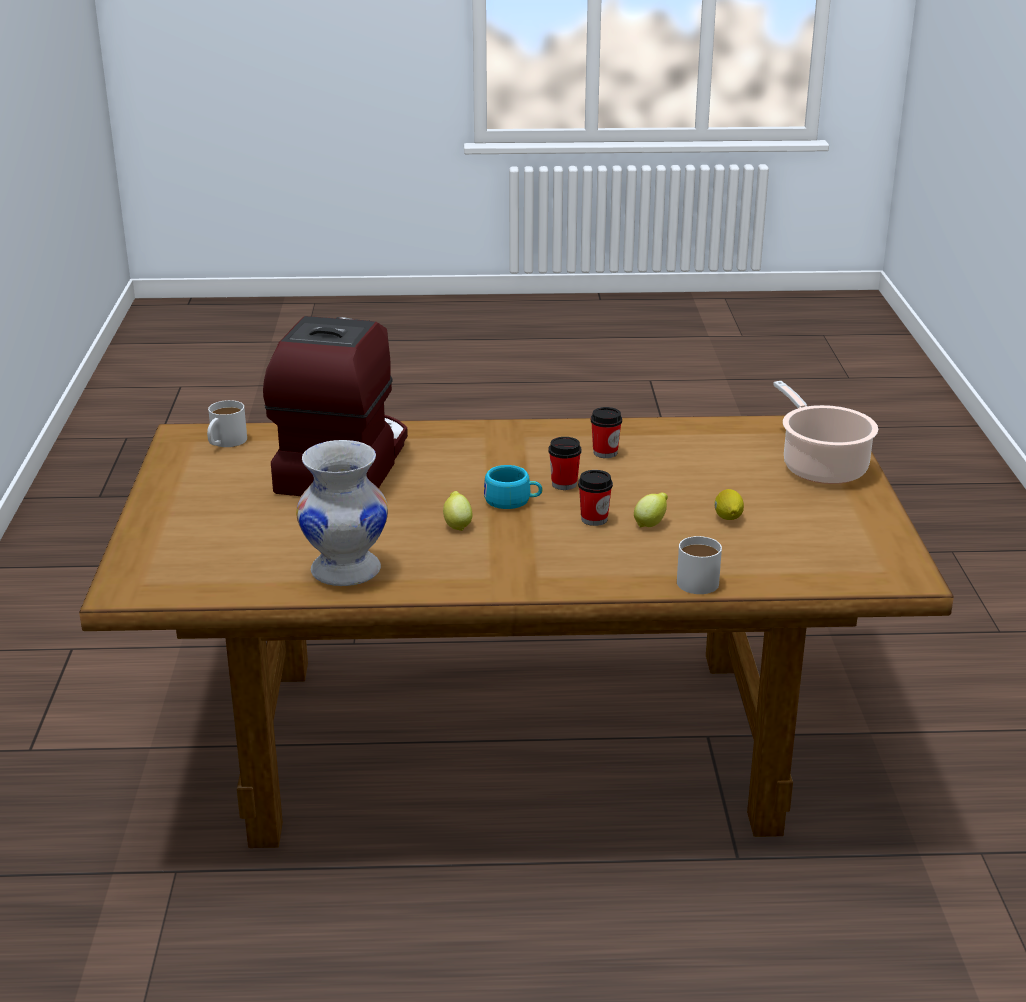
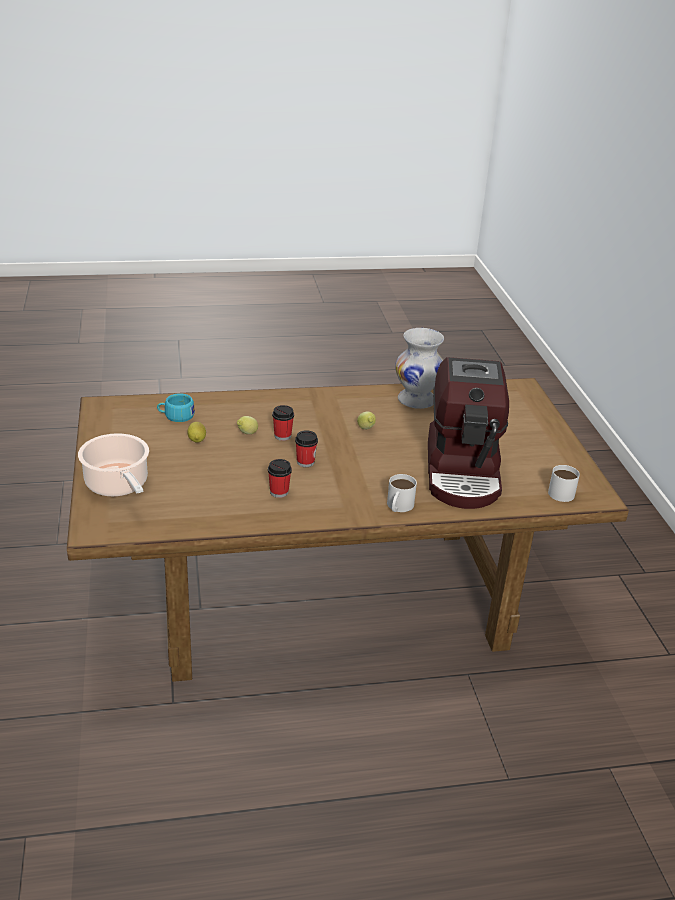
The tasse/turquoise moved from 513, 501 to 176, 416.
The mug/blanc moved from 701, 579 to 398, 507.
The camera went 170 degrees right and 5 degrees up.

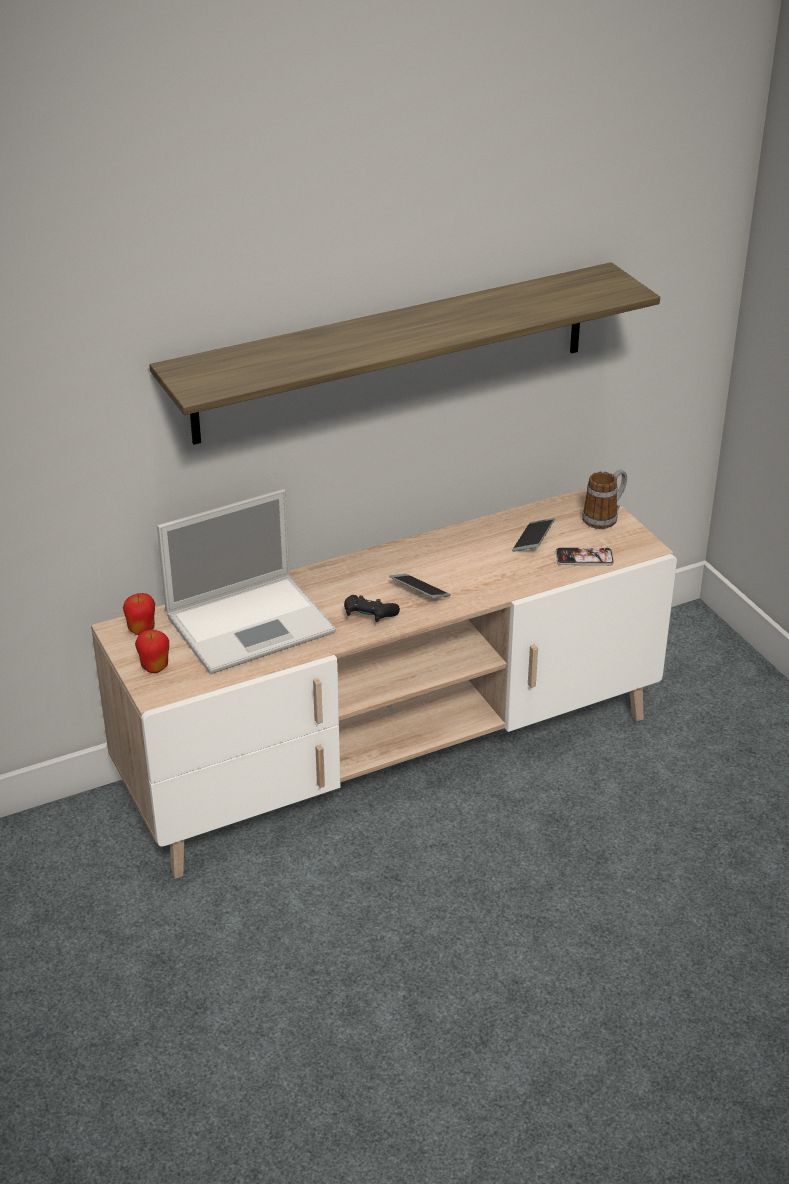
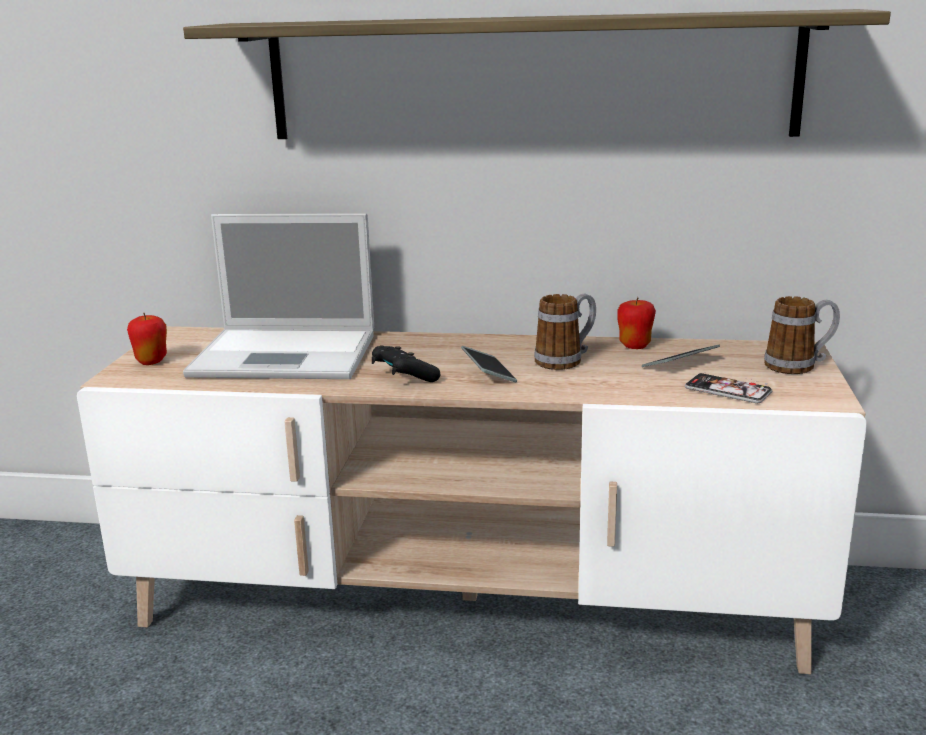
The mug at 566, 360 appeared.
The pomme moved from 141, 630 to 635, 346.
The camera went 35 degrees right and 15 degrees down.

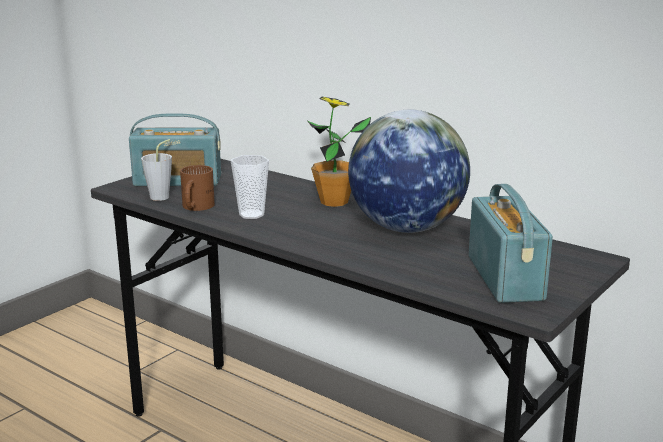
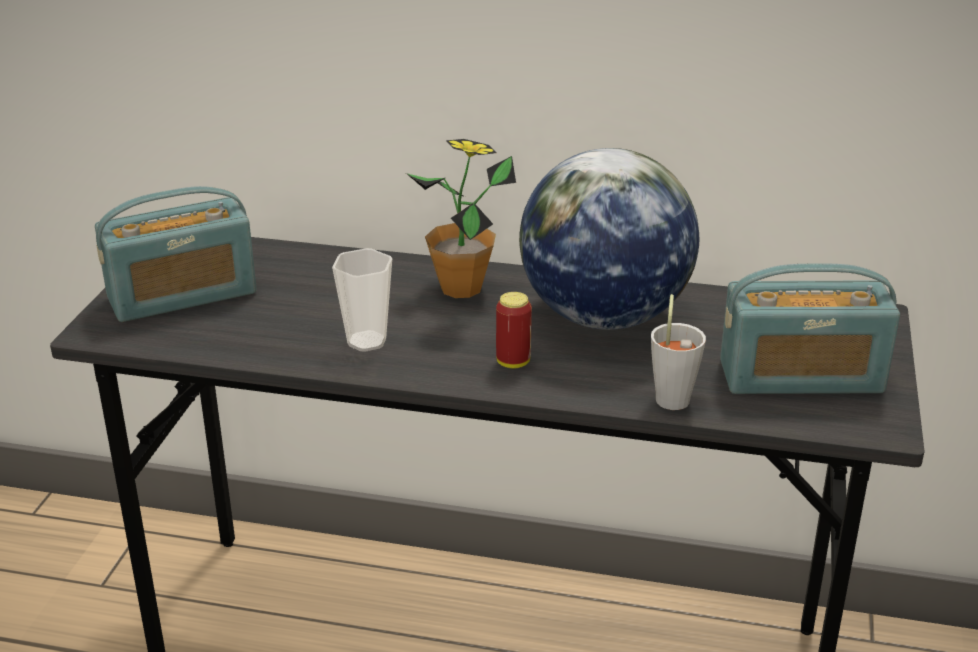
The boîte métallique at 513, 362 appeared.
The tasse/gris moved from 163, 196 to 673, 396.
The radio at 505, 278 turned 120 degrees clockwise.
The mug/marron at 195, 207 disappeared.
The camera went 25 degrees left and 10 degrees up.

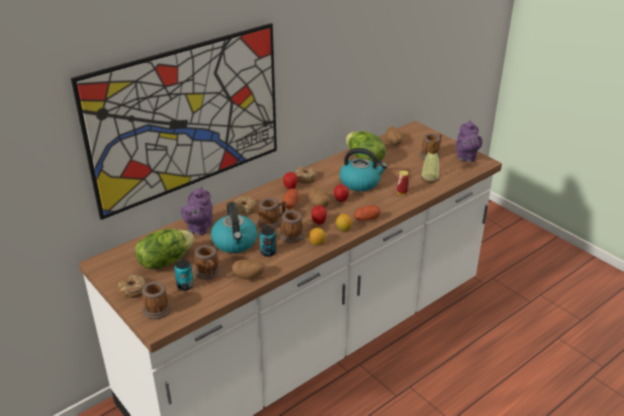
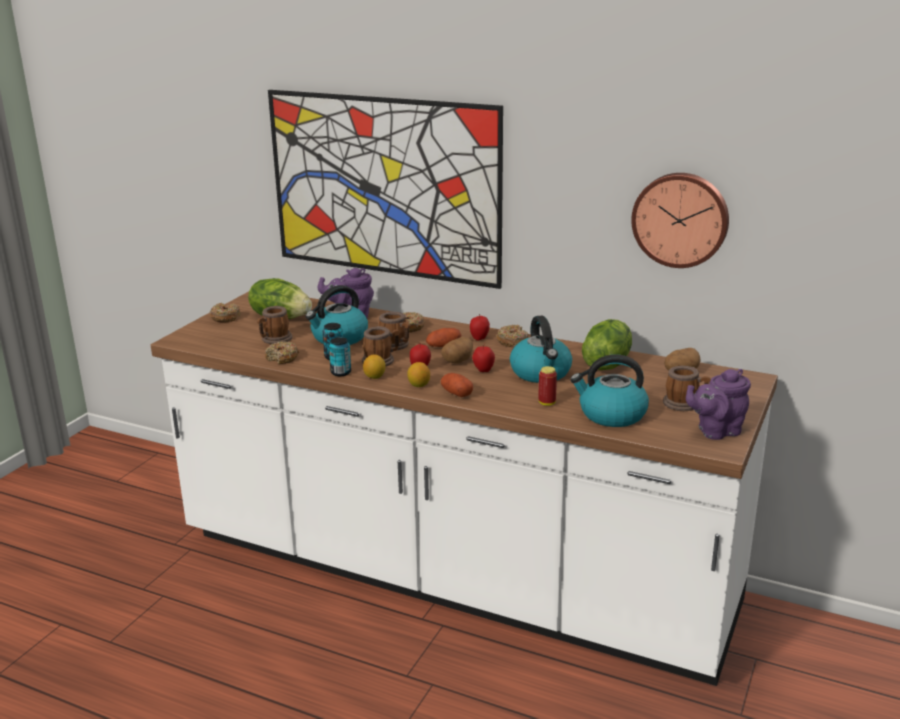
The pomme de terre at 249, 276 was replaced by the beignet at 282, 358.
The boîte métallique moved from 185, 286 to 341, 372.
The distributeur de savon at 429, 178 was replaced by the bouilloire at 611, 415.
The horloge murale at 680, 219 appeared.
The mug at 157, 307 disappeared.
The camera went 65 degrees right and 10 degrees down.

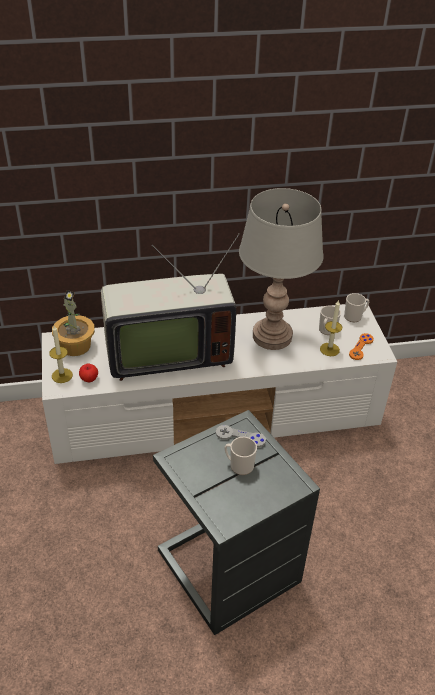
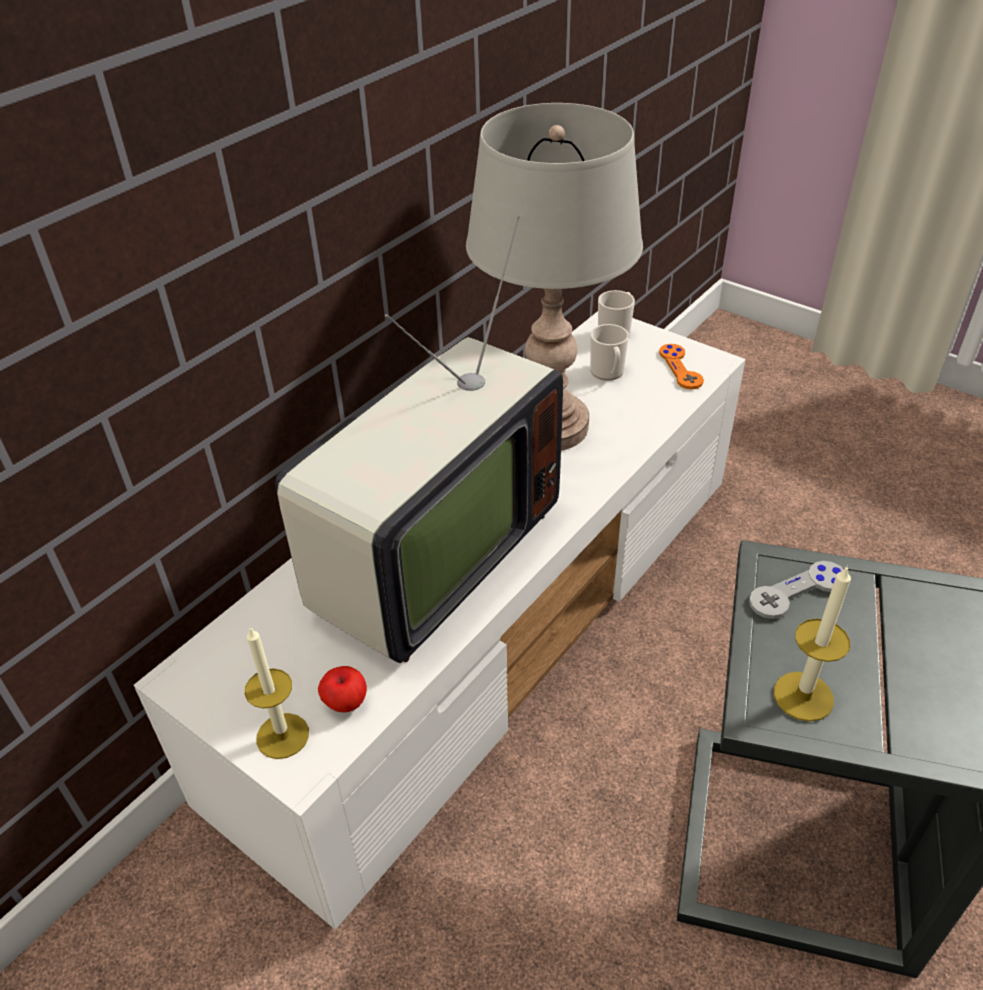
The bougie moved from 329, 349 to 803, 696.
The plante en pot at 76, 345 disappeared.
The mug at 239, 465 disappeared.
The camera went 40 degrees left and 0 degrees up.

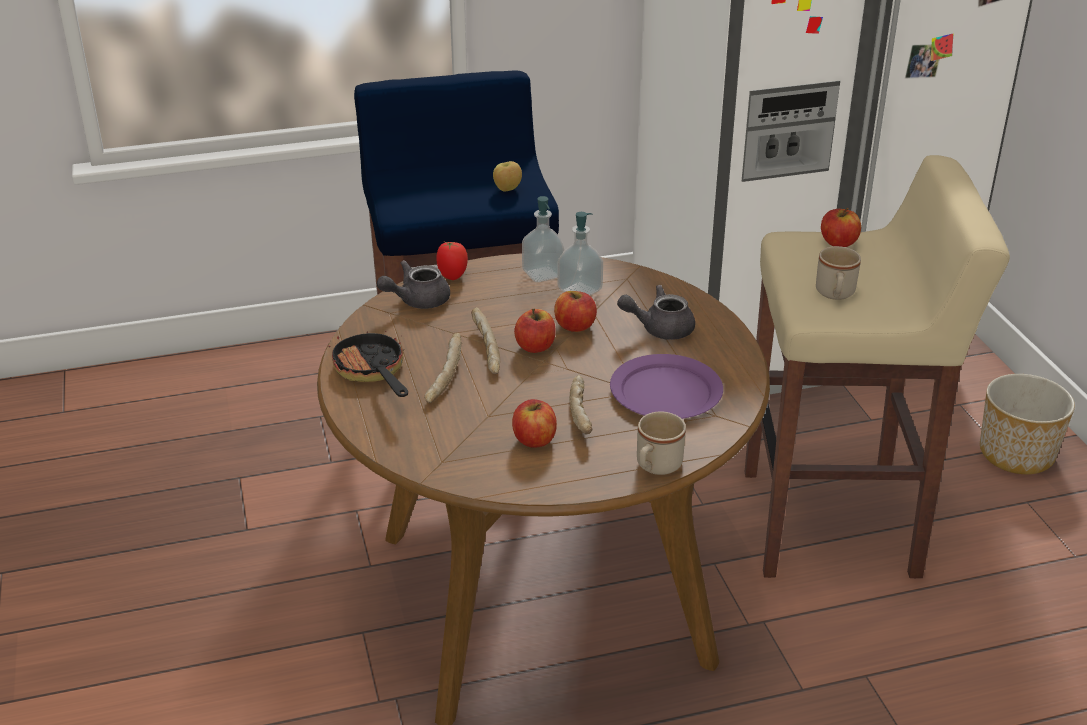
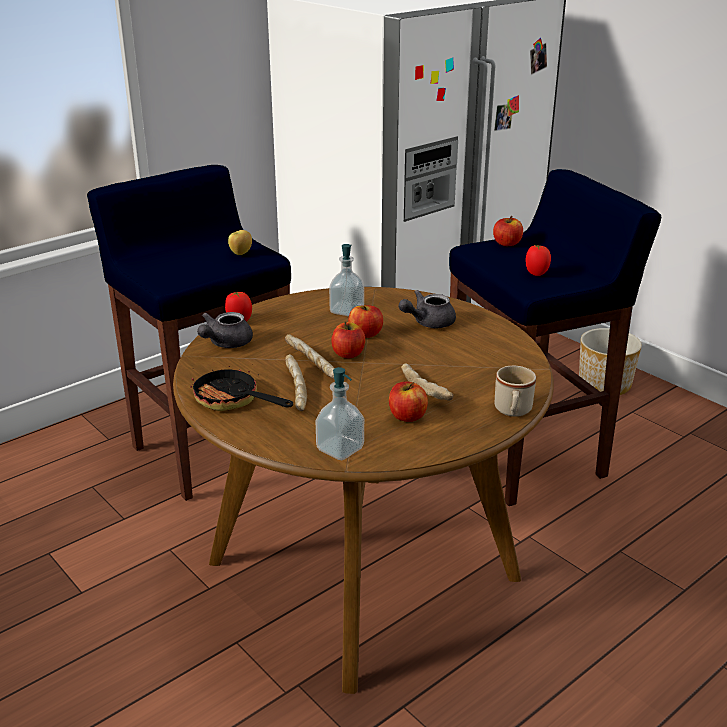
The distributeur de savon moved from 542, 274 to 340, 449.
The tabouret/beige at 833, 524 became the tabouret/bleu at 526, 458.
The mug/beige at 835, 294 was replaced by the tomate at 536, 273.
The assiette/violet at 665, 391 disappeared.
The camera went 25 degrees left and 5 degrees down.

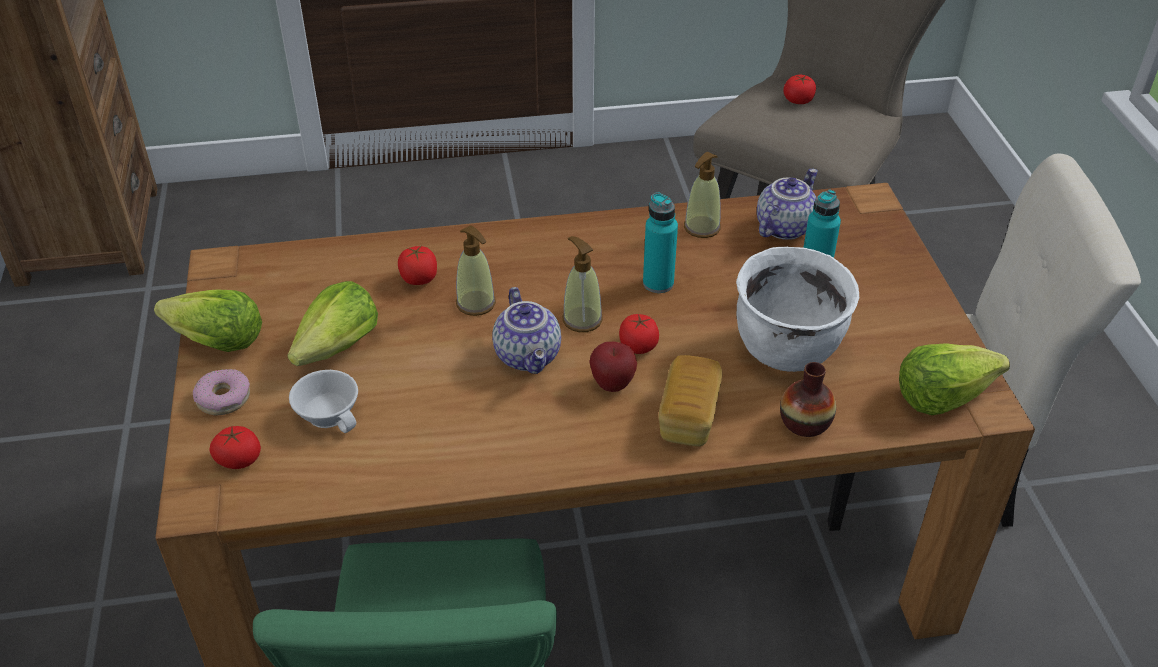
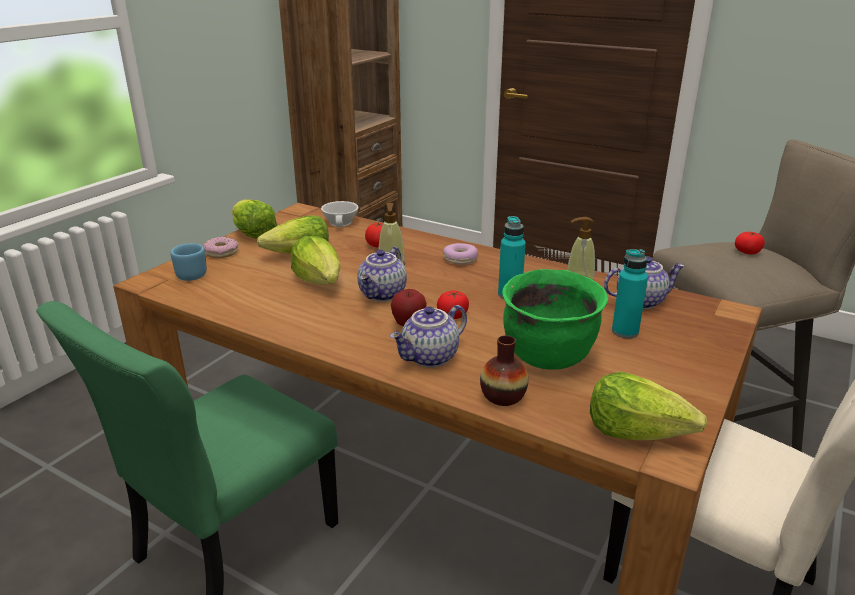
The tomate at 239, 459 was replaced by the mug/bleu at 189, 274.
The laitue at 320, 281 appeared.
The tasse/blanc moved from 331, 413 to 342, 223.
The pain at 688, 416 was replaced by the théière at 430, 358.
The beignet at 460, 259 appeared.
The marmite/blanc at 788, 350 became the marmite/vert at 548, 357.
The distributeur de savon at 582, 319 disappeared.
The camera went 40 degrees right and 15 degrees down.

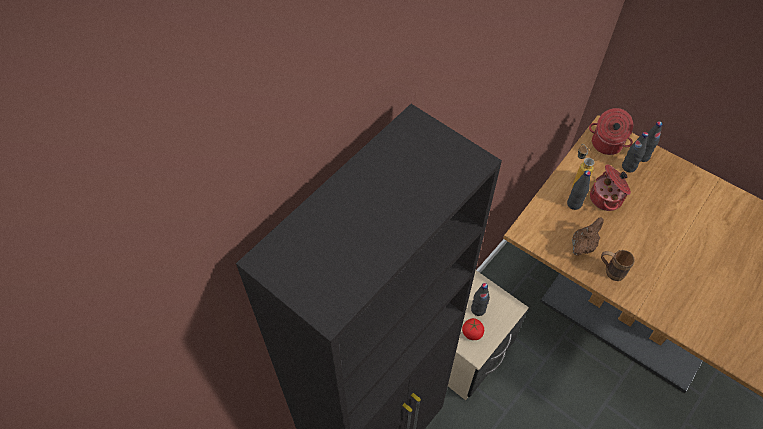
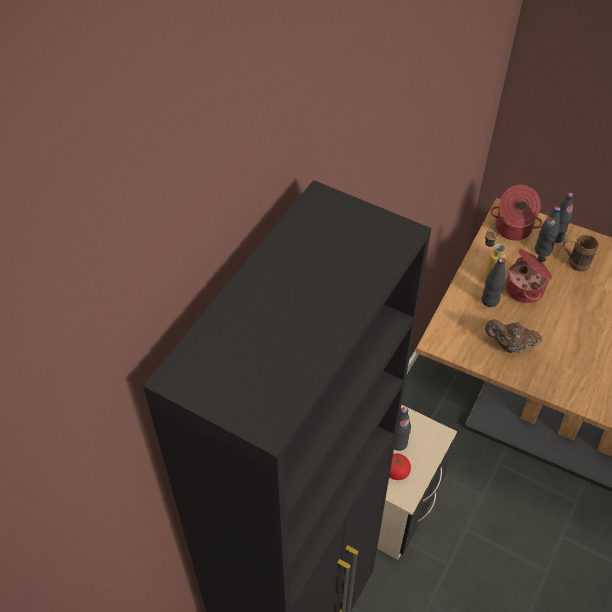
The théière/marron at 583, 245 turned 105 degrees counterclockwise.
The mug/marron moved from 610, 271 to 573, 263.
The camera went 10 degrees left and 5 degrees down.

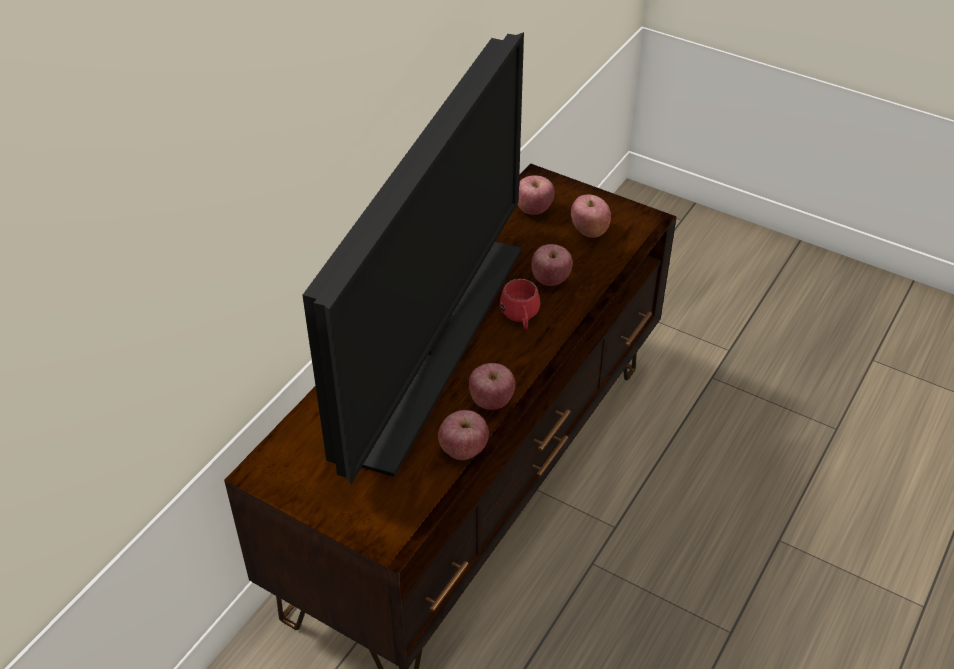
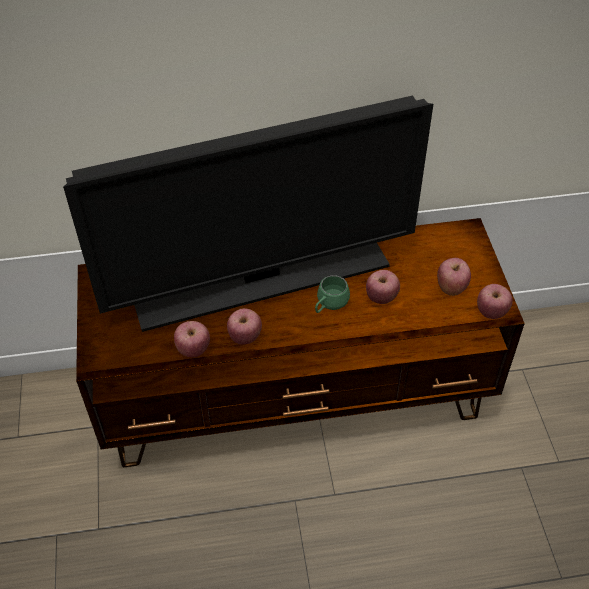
The mug/rouge at 521, 319 became the mug/vert at 329, 306.
The pomme moved from 534, 209 to 491, 312.
The camera went 50 degrees right and 5 degrees up.

